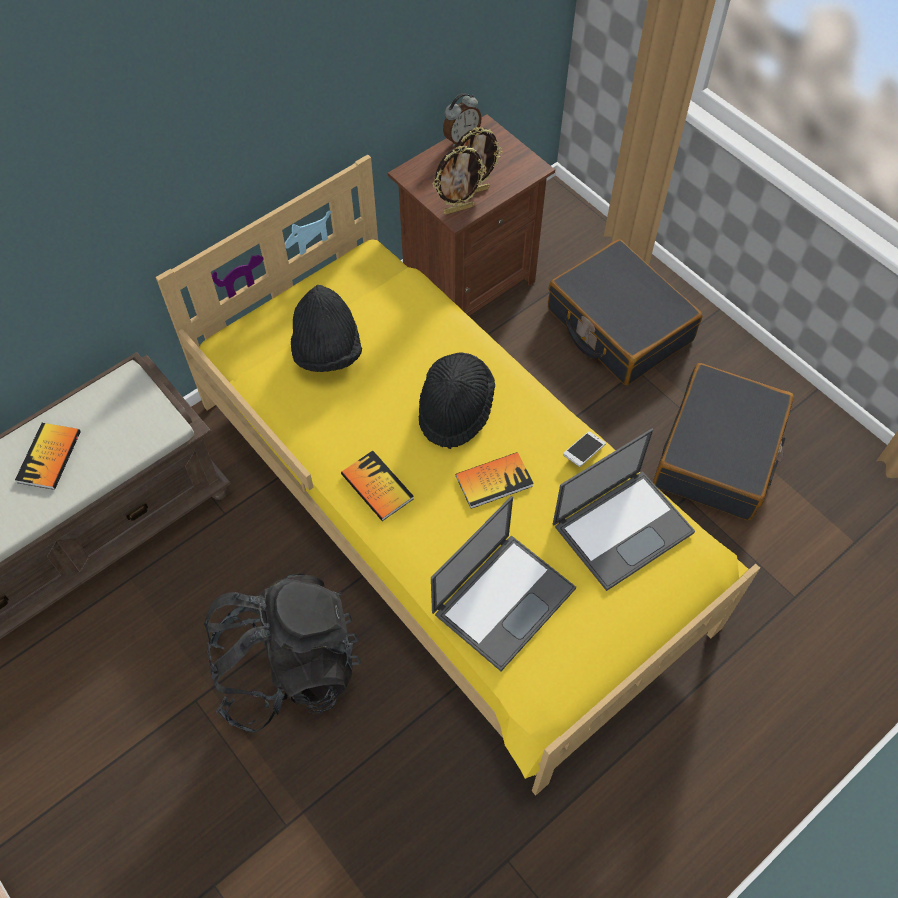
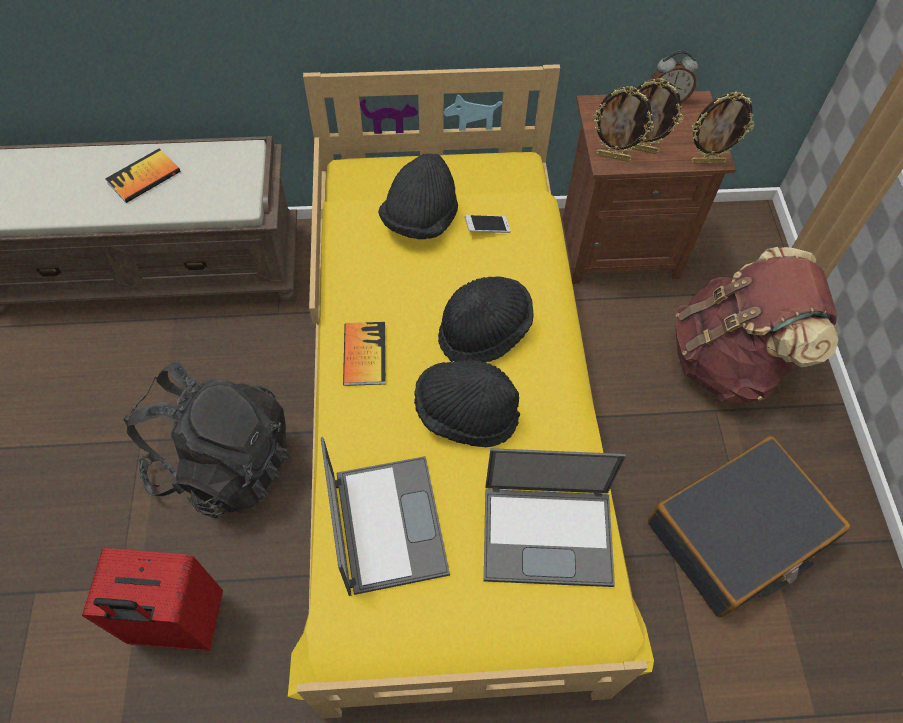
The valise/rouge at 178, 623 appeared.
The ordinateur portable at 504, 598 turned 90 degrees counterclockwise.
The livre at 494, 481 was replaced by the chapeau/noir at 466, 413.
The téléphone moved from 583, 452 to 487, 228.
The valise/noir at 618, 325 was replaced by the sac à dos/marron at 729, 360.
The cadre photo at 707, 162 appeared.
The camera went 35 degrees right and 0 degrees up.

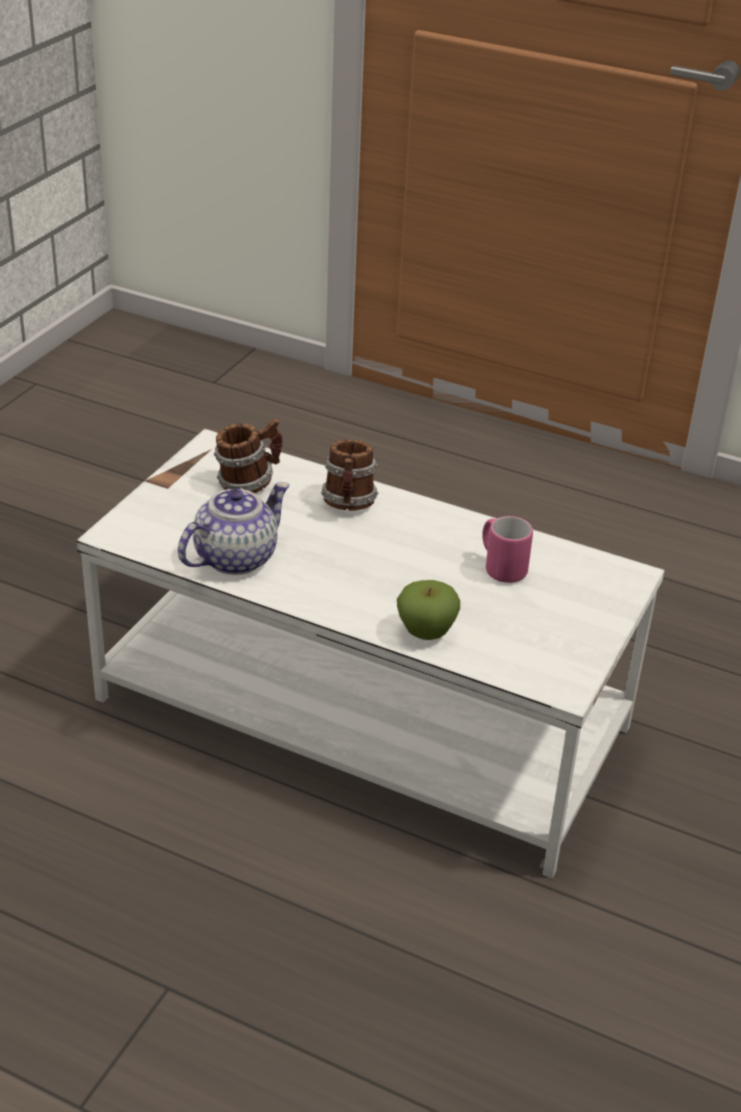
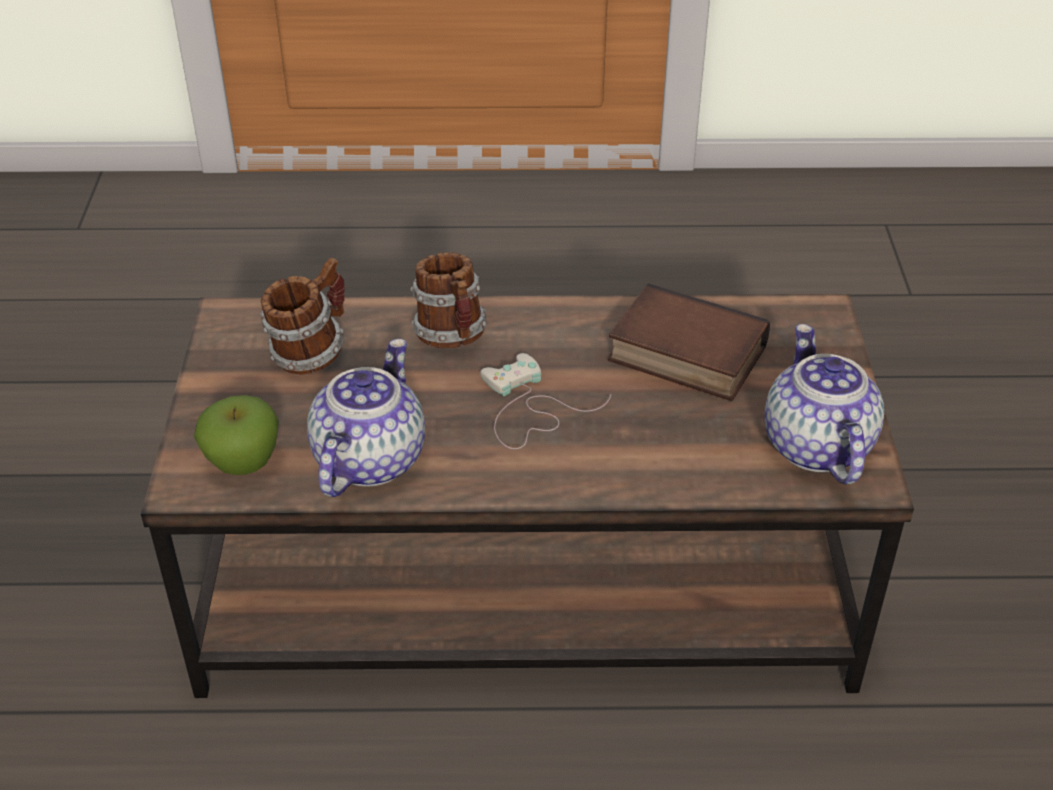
The table basse/blanc at 359, 714 became the table basse/marron at 523, 582.
The pomme moved from 426, 632 to 243, 464.
The manette/blanc at 529, 408 appeared.
The mug/rose at 500, 568 was replaced by the livre at 683, 355.
The théière at 815, 445 appeared.
The camera went 25 degrees left and 5 degrees up.

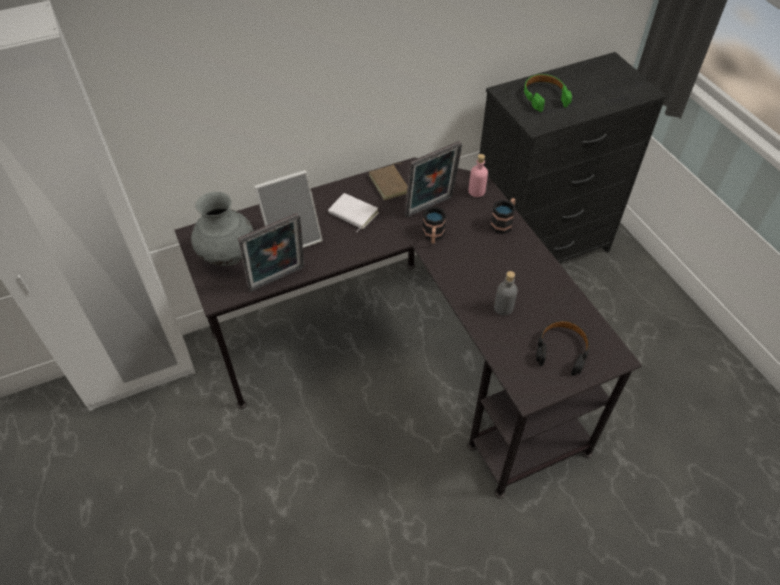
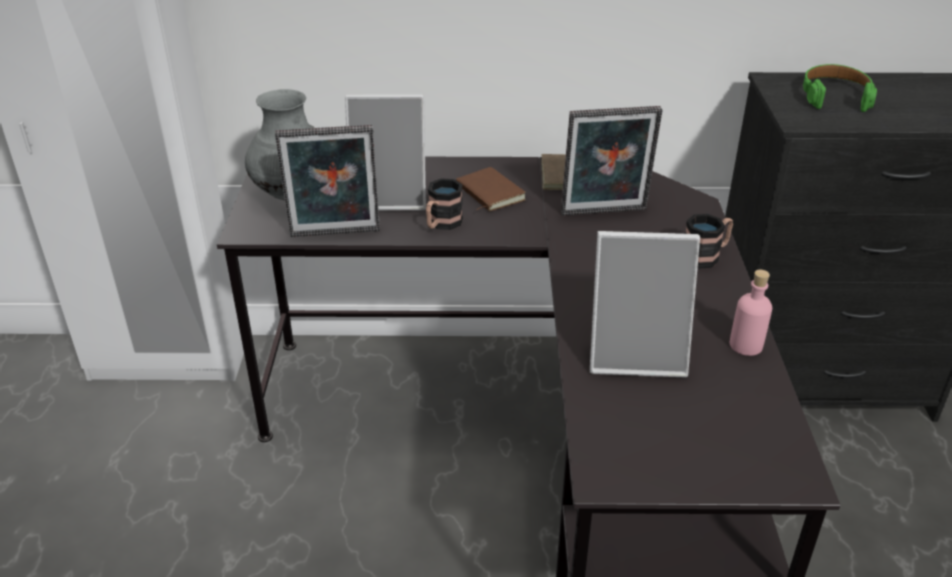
The mug moved from 433, 236 to 441, 224.
The livre/blanc at 352, 214 became the livre/marron at 488, 193.
The bouteille/gris at 503, 308 was replaced by the cadre photo at 636, 354.
The bouteille/rose moved from 476, 191 to 746, 345.
The casque audio/noir at 562, 350 disappeared.
The camera went 25 degrees right and 15 degrees down.

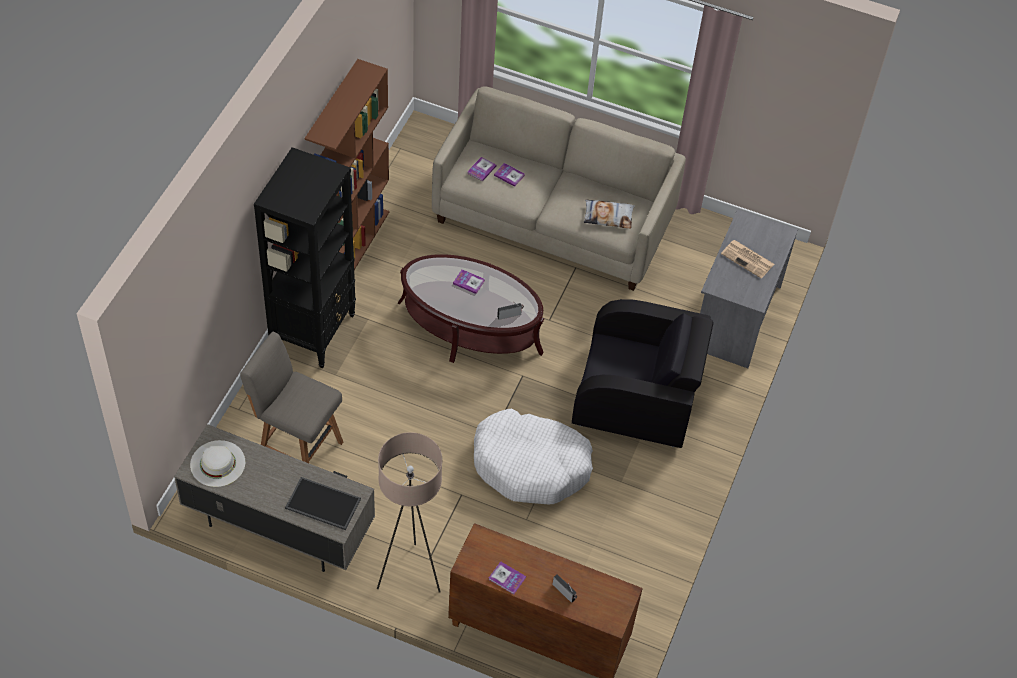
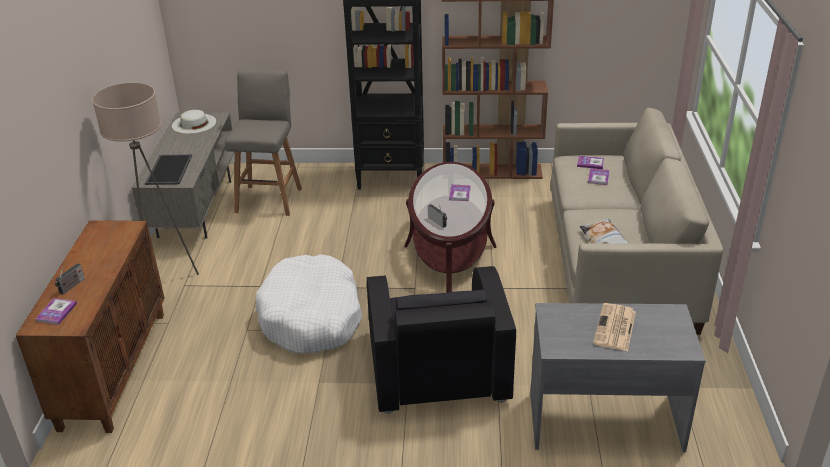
The livre moved from 507, 578 to 56, 312.
The camera went 75 degrees right and 20 degrees down.

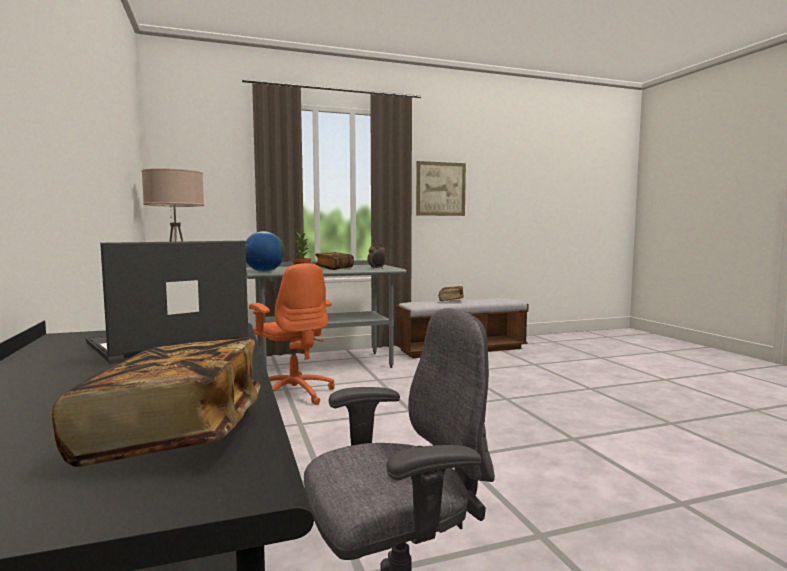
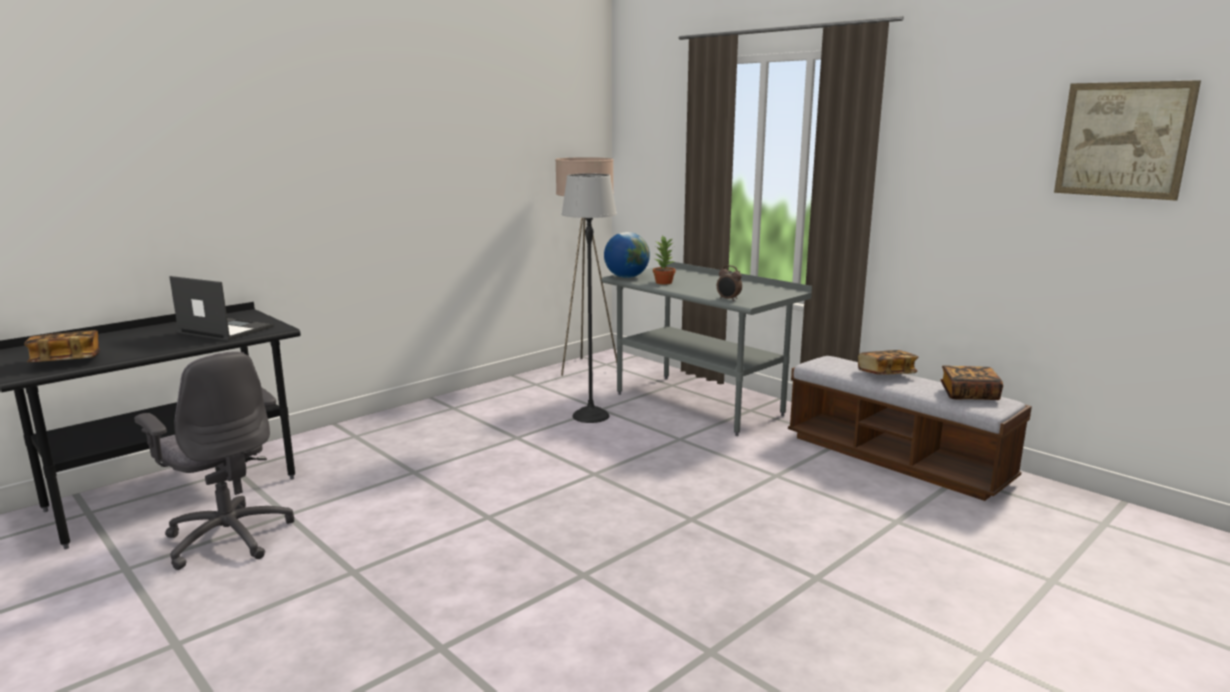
The chaise de bureau/orange at 294, 394 was replaced by the lampadaire at 590, 416.
The livre moved from 334, 268 to 969, 394.
The tableau moved from 440, 189 to 1123, 140.
The camera went 65 degrees right and 10 degrees up.

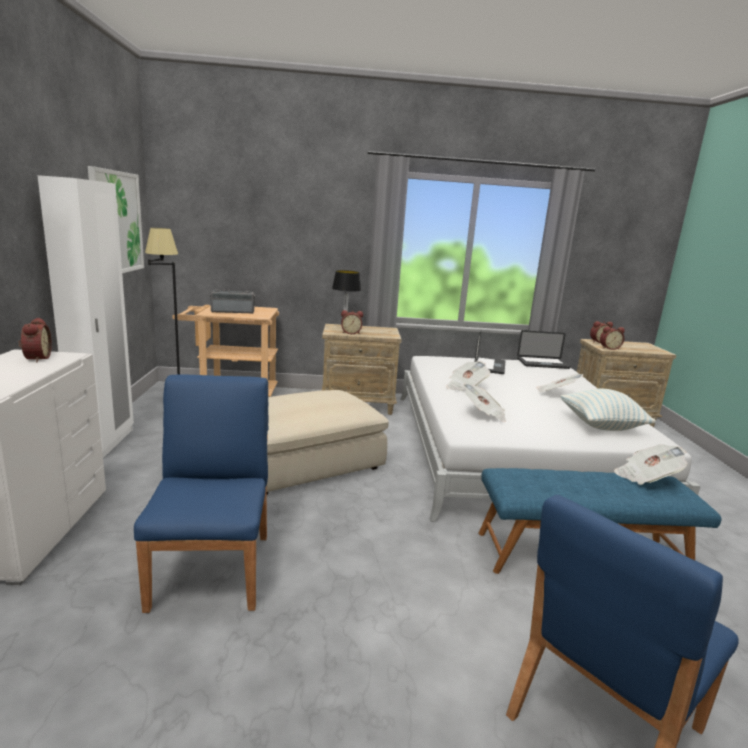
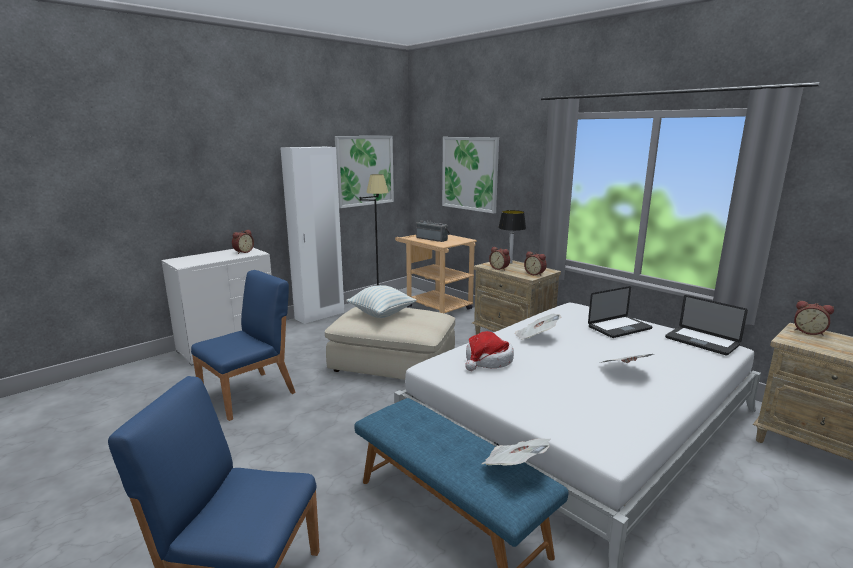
The coussin moved from 601, 425 to 381, 314.
The tableau at 470, 173 appeared.
The journal at 484, 414 was replaced by the chapeau at 488, 361.
The réveil moved from 609, 348 to 535, 274.
The camera went 50 degrees right and 0 degrees up.

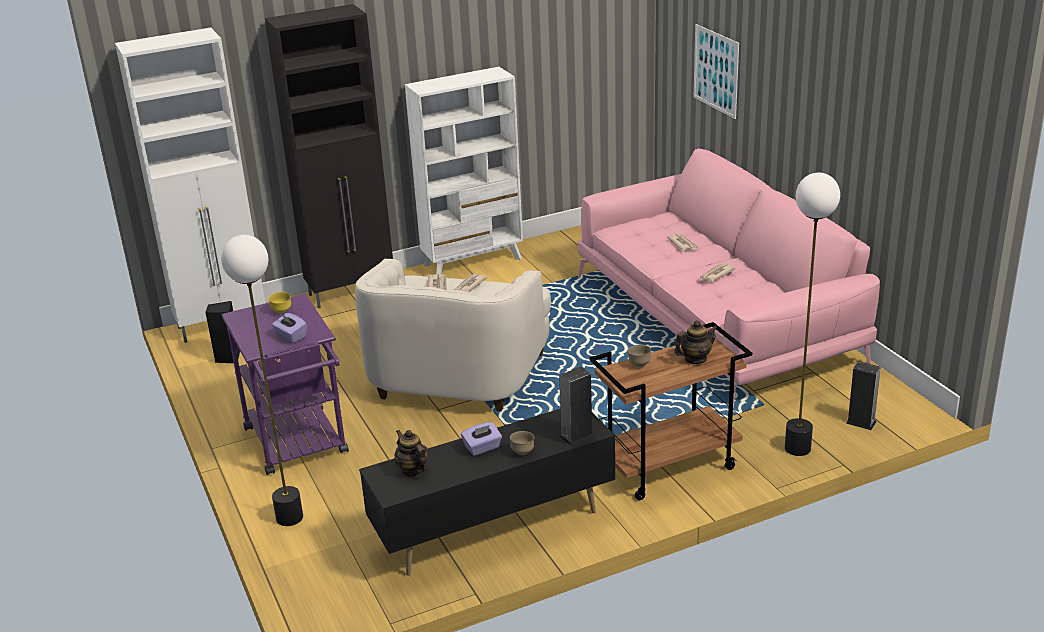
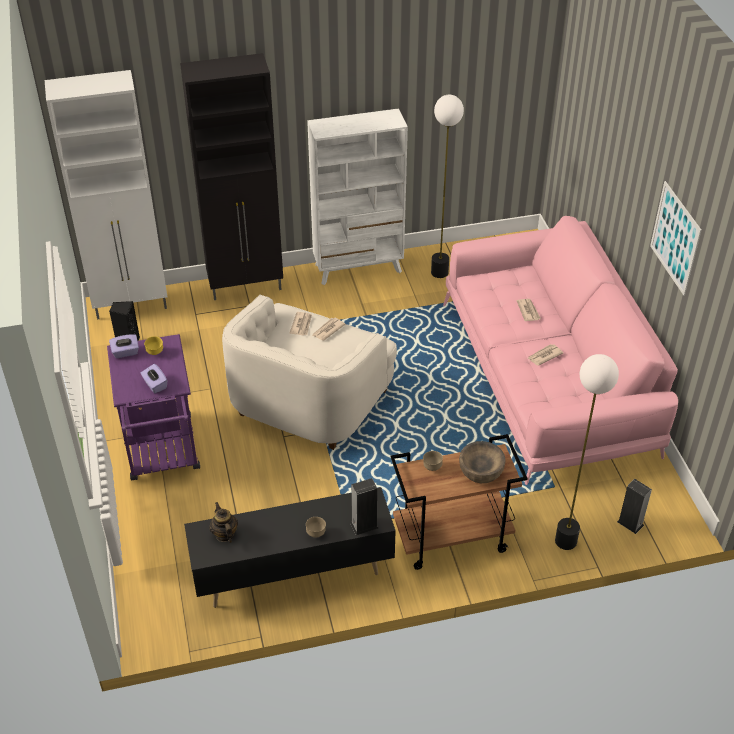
The boîte à mouchoirs/violet moved from 482, 448 to 125, 352.
The lampadaire moved from 290, 517 to 439, 272.
The théière at 695, 359 was replaced by the bol/marron at 481, 470.
The tableau moved from 715, 71 to 675, 238.
The camera went 10 degrees right and 15 degrees up.

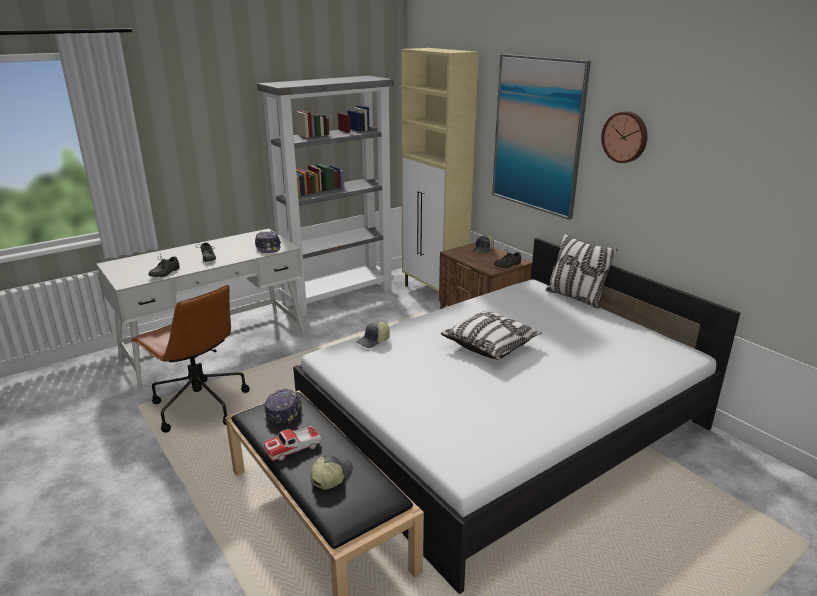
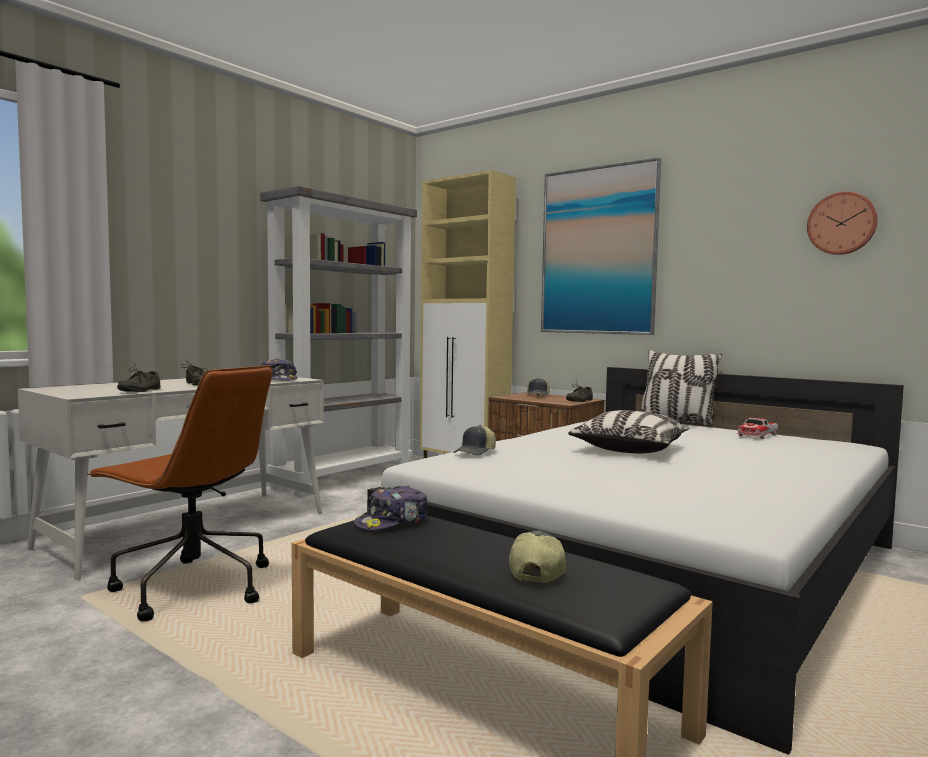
The casquette at 283, 411 turned 120 degrees counterclockwise.
The petite voiture moved from 293, 447 to 757, 435.
The horloge murale moved from 625, 137 to 842, 224.
The camera went 15 degrees left and 20 degrees down.

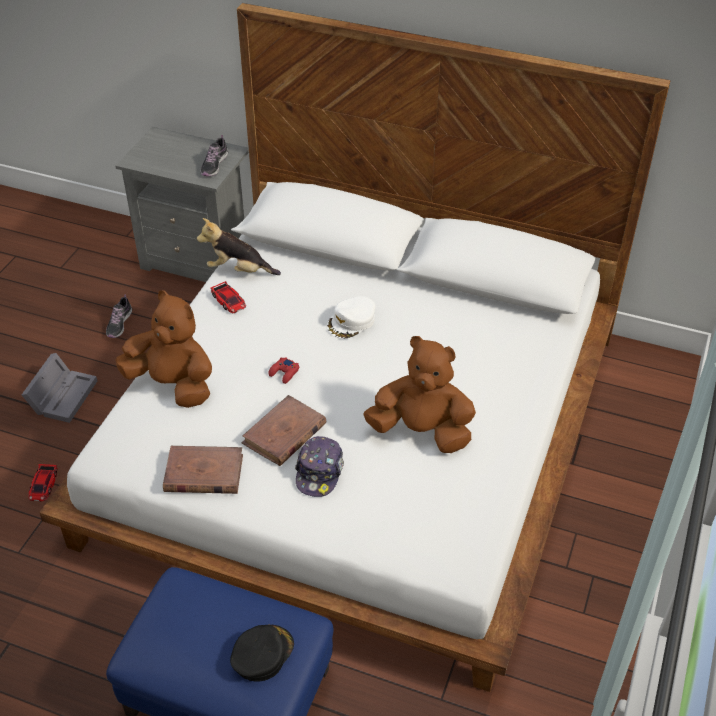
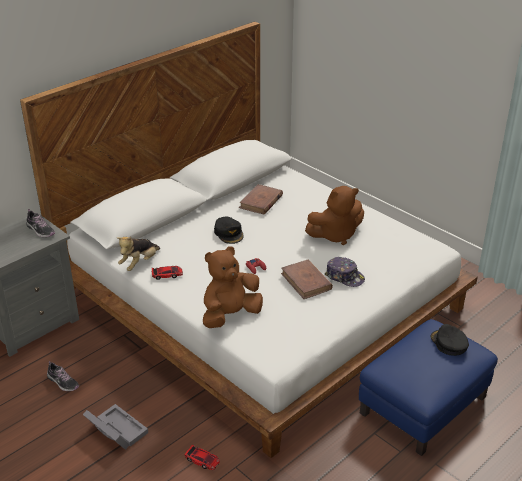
The casquette/blanc at 351, 321 became the casquette/noir at 229, 233.
The livre/marron moved from 203, 473 to 261, 202.
The peluche/marron at 421, 431 turned 150 degrees counterclockwise.
The camera went 65 degrees left and 10 degrees down.

